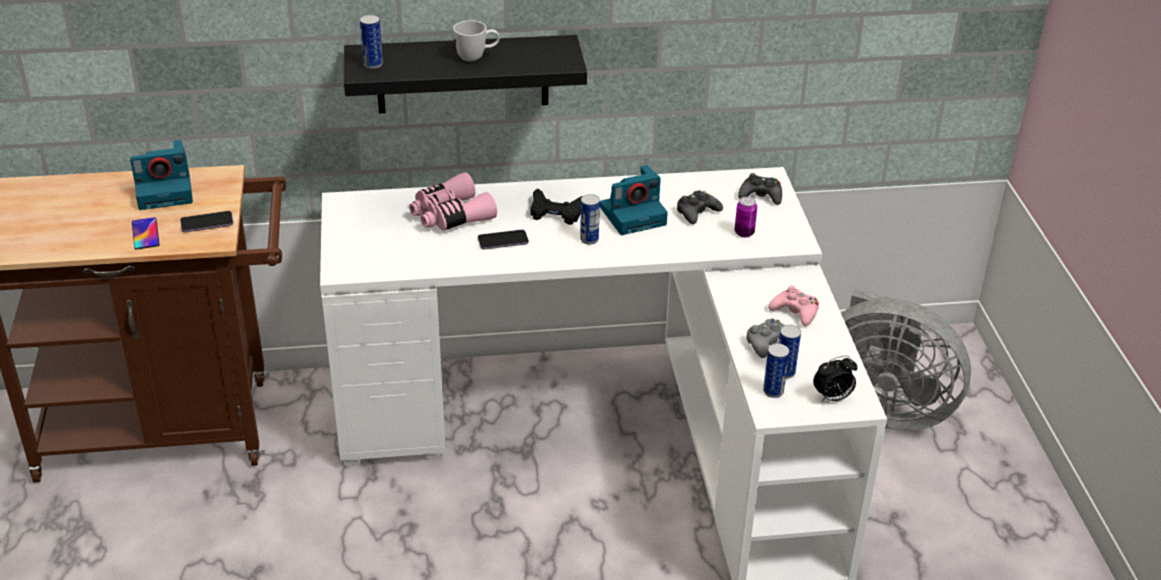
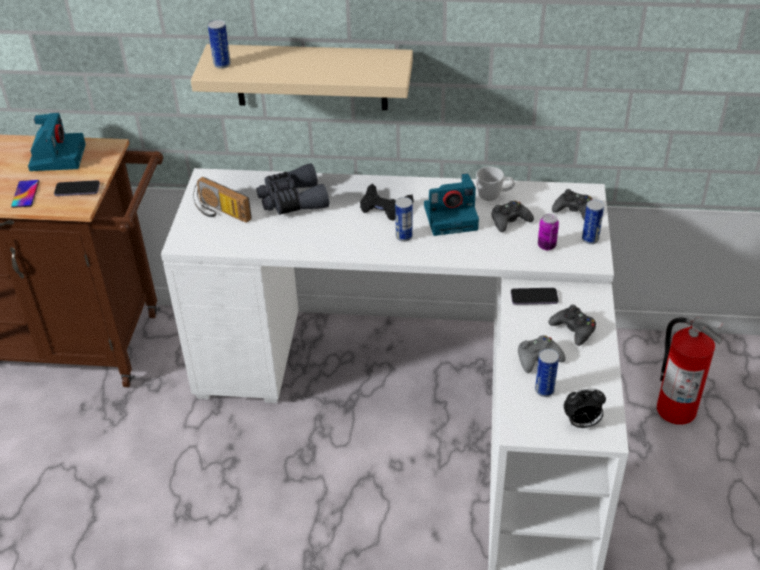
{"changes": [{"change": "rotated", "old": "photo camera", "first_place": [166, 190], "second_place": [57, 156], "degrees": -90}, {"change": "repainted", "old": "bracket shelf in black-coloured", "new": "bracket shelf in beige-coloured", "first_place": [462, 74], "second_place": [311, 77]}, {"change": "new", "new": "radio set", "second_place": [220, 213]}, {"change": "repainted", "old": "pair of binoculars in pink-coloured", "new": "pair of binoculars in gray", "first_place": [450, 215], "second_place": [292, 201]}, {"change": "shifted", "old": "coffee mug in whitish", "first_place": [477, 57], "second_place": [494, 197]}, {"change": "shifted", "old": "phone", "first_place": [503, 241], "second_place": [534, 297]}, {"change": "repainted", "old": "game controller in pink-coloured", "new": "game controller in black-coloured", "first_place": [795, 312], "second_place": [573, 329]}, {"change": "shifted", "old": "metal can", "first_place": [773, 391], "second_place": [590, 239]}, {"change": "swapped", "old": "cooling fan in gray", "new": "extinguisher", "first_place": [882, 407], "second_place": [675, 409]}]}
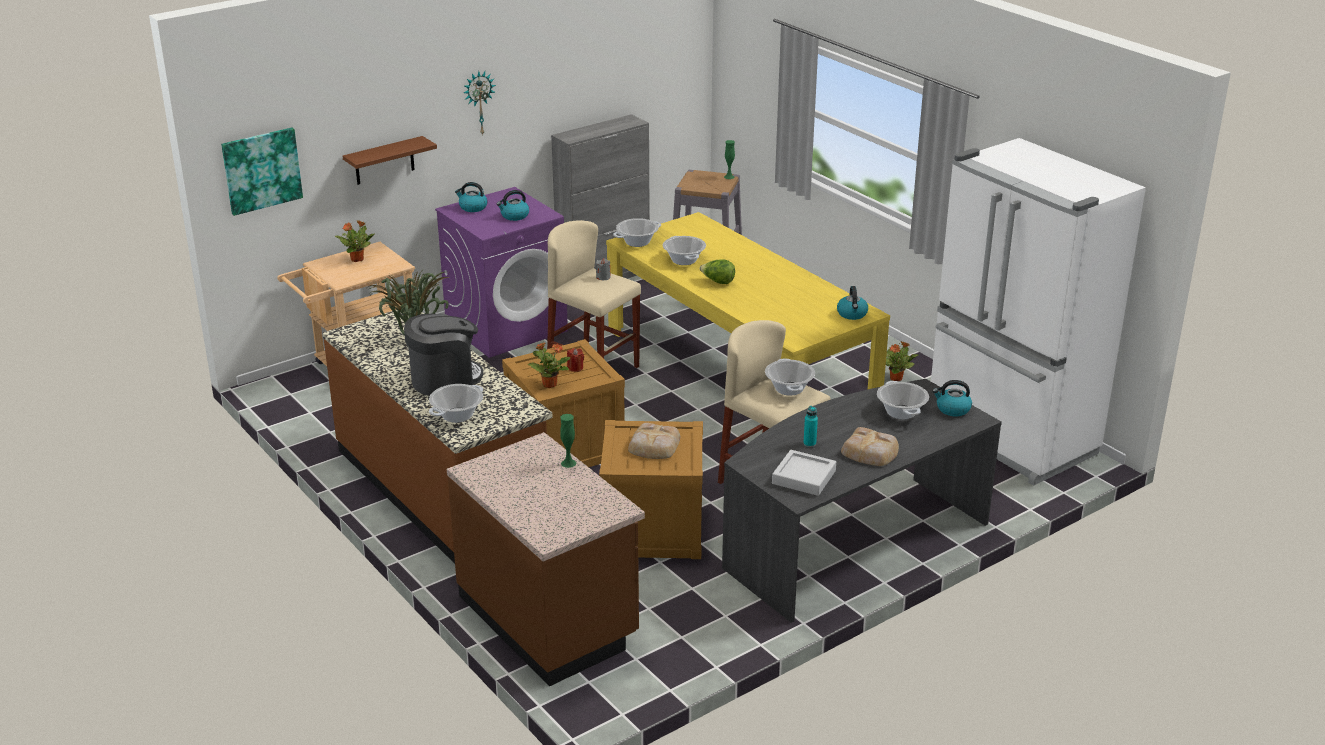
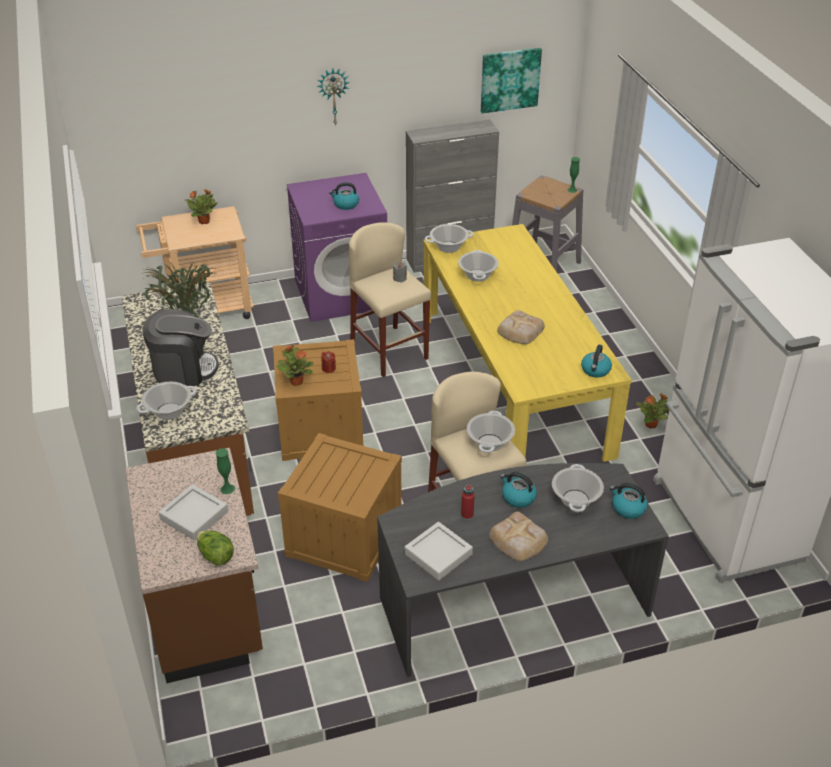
{"changes": [{"change": "new", "new": "tray in gray", "second_place": [194, 516]}, {"change": "shifted", "old": "lettuce", "first_place": [718, 282], "second_place": [215, 556]}, {"change": "repainted", "old": "bottle in turquoise", "new": "bottle in red-coloured", "first_place": [809, 444], "second_place": [467, 515]}, {"change": "shifted", "old": "wall picture", "first_place": [261, 170], "second_place": [509, 79]}, {"change": "shifted", "old": "bakery bread", "first_place": [653, 446], "second_place": [519, 331]}, {"change": "shifted", "old": "water kettle", "first_place": [472, 207], "second_place": [517, 497]}, {"change": "gone", "old": "bracket shelf in brown", "first_place": [384, 161]}]}
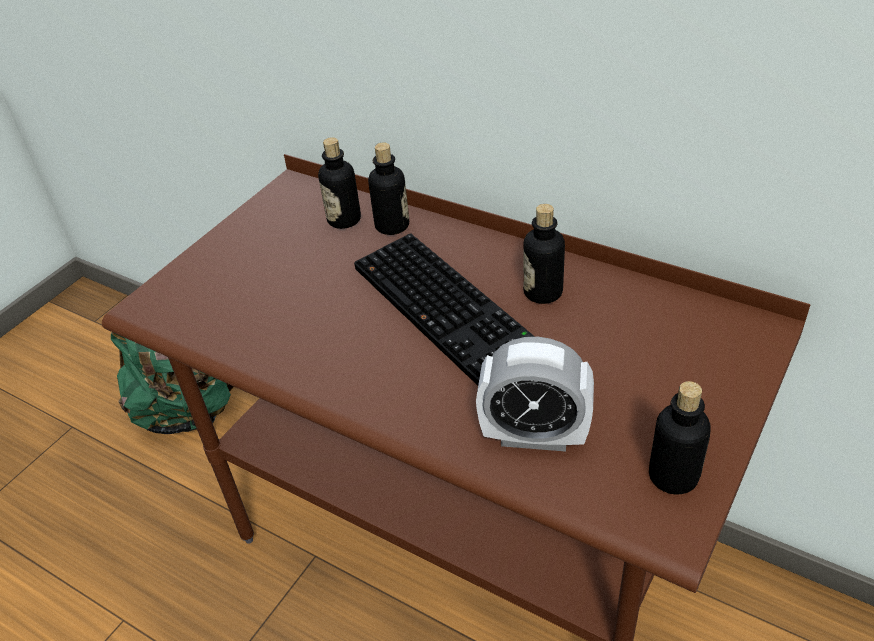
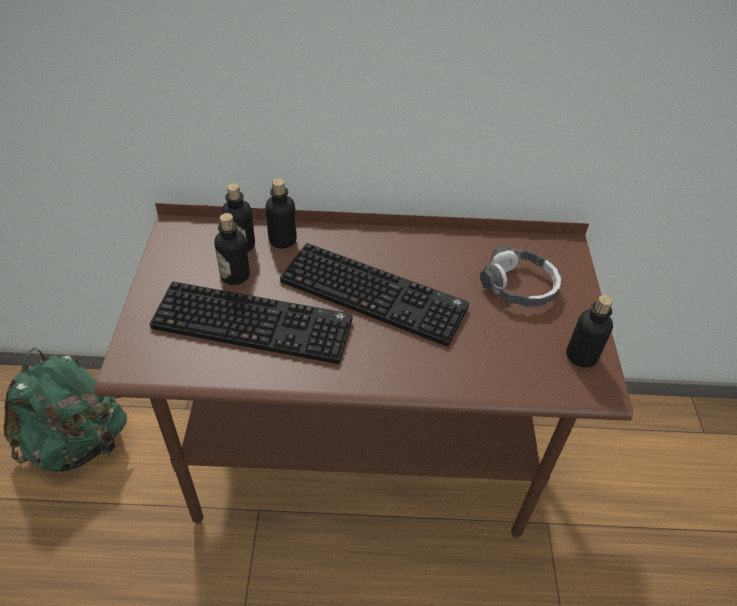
{"changes": [{"change": "new", "new": "computer keyboard", "second_place": [255, 322]}, {"change": "shifted", "old": "bottle", "first_place": [543, 292], "second_place": [235, 275]}, {"change": "new", "new": "headphones", "second_place": [519, 286]}, {"change": "gone", "old": "alarm clock", "first_place": [534, 436]}]}
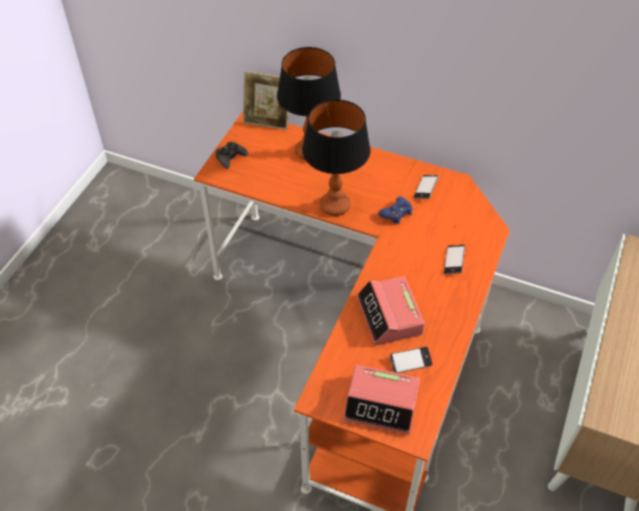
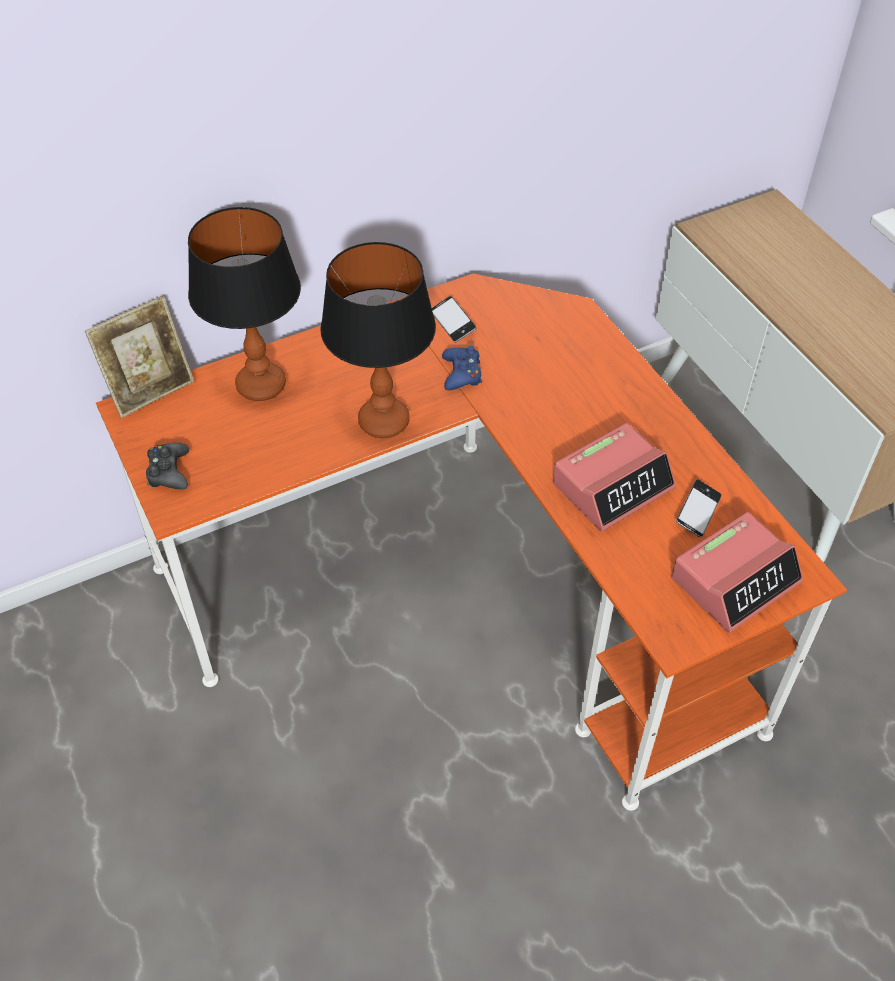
{"changes": [{"change": "rotated", "old": "alarm clock", "first_place": [389, 316], "second_place": [613, 485], "degrees": -60}, {"change": "gone", "old": "phone", "first_place": [454, 261]}]}
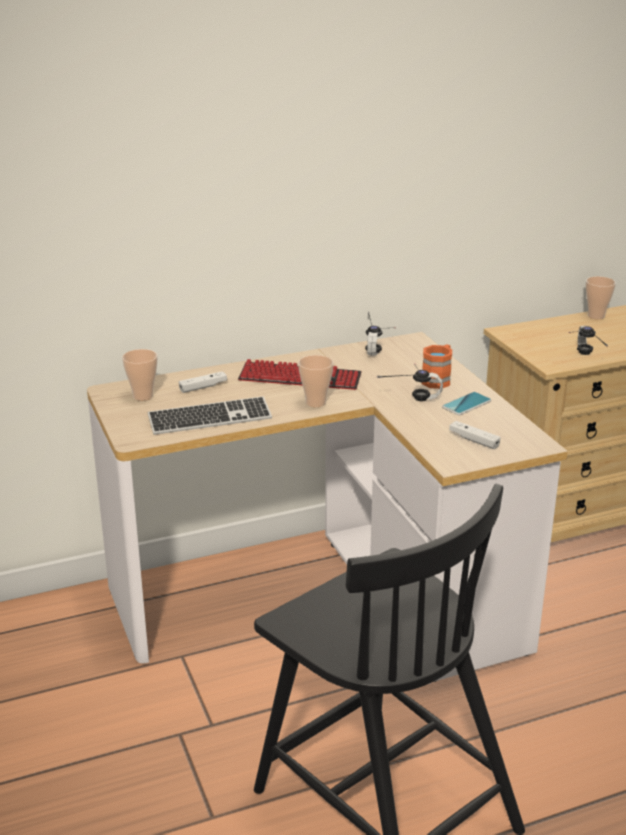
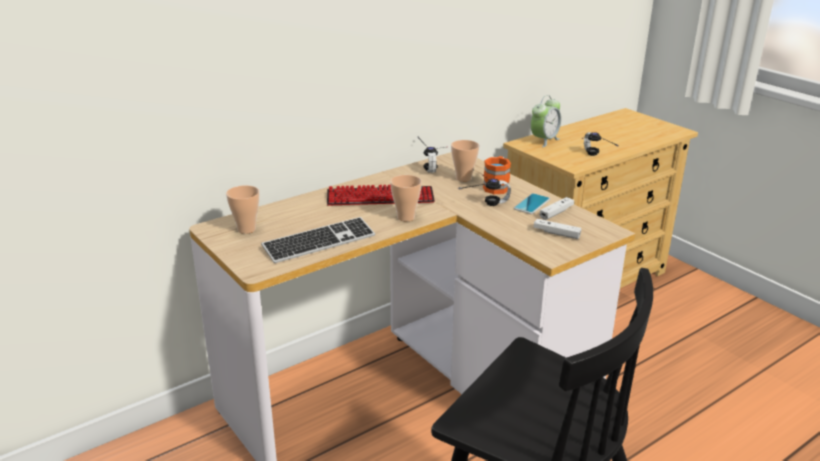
{"changes": [{"change": "shifted", "old": "cup", "first_place": [596, 316], "second_place": [463, 178]}, {"change": "new", "new": "alarm clock", "second_place": [544, 140]}, {"change": "shifted", "old": "game controller in whitish", "first_place": [203, 387], "second_place": [556, 213]}]}
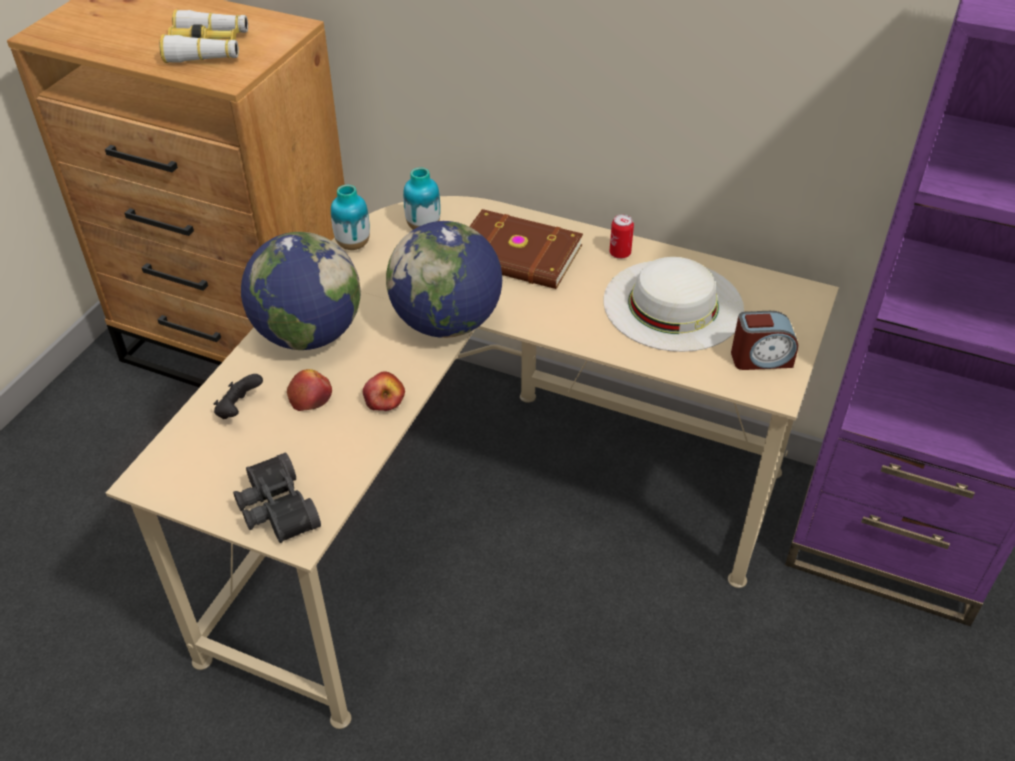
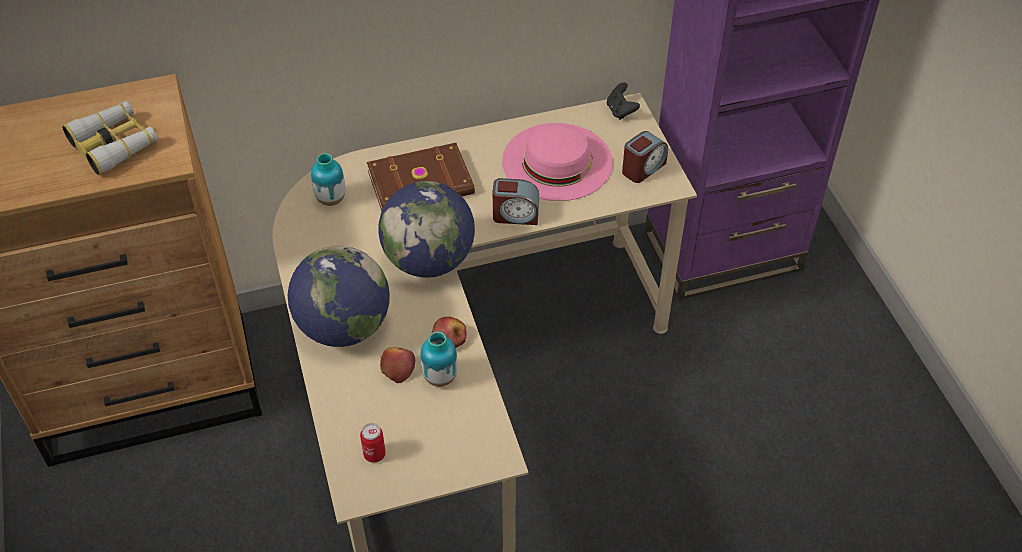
{"changes": [{"change": "shifted", "old": "metal can", "first_place": [620, 253], "second_place": [374, 454]}, {"change": "shifted", "old": "decorative vase", "first_place": [353, 245], "second_place": [440, 377]}, {"change": "new", "new": "alarm clock", "second_place": [515, 215]}, {"change": "repainted", "old": "wearable hat in whitish", "new": "wearable hat in pink-coloured", "first_place": [673, 304], "second_place": [557, 161]}, {"change": "shifted", "old": "game controller in black-coloured", "first_place": [239, 410], "second_place": [620, 111]}, {"change": "gone", "old": "pair of binoculars in black-coloured", "first_place": [275, 510]}]}
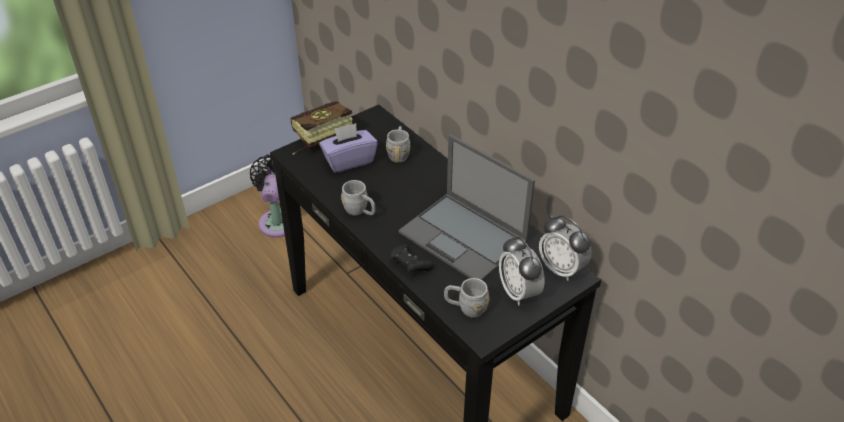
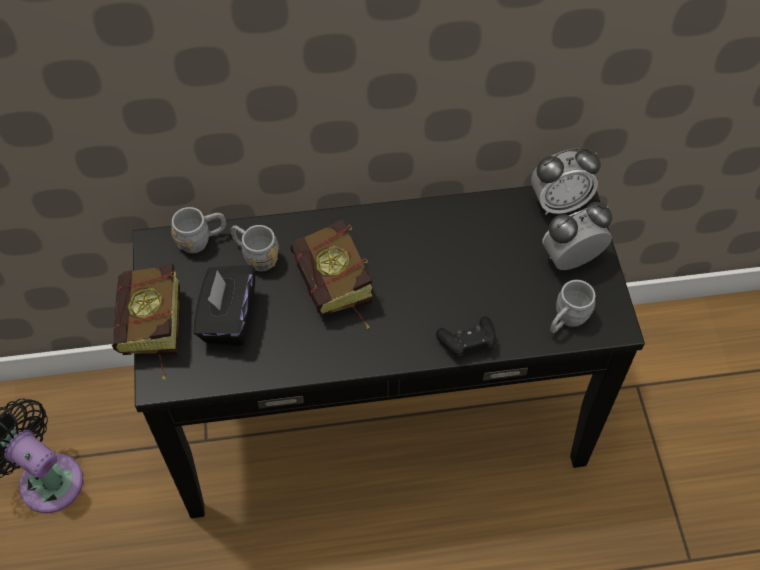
{"changes": [{"change": "shifted", "old": "coffee mug in gray", "first_place": [360, 211], "second_place": [202, 240]}, {"change": "repainted", "old": "box of tissues in purplish", "new": "box of tissues in black-coloured", "first_place": [349, 160], "second_place": [228, 318]}, {"change": "new", "new": "bound book", "second_place": [336, 292]}, {"change": "rotated", "old": "alarm clock", "first_place": [519, 292], "second_place": [571, 259], "degrees": 150}, {"change": "gone", "old": "laptop", "first_place": [464, 237]}]}
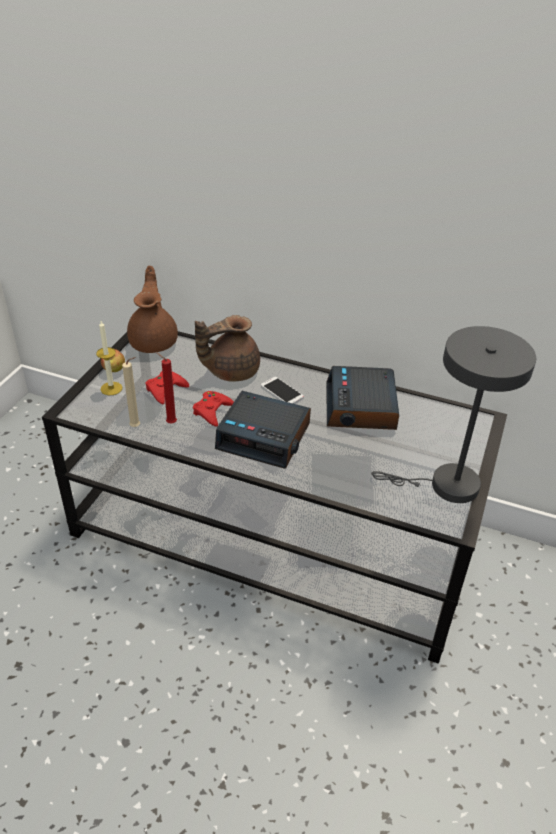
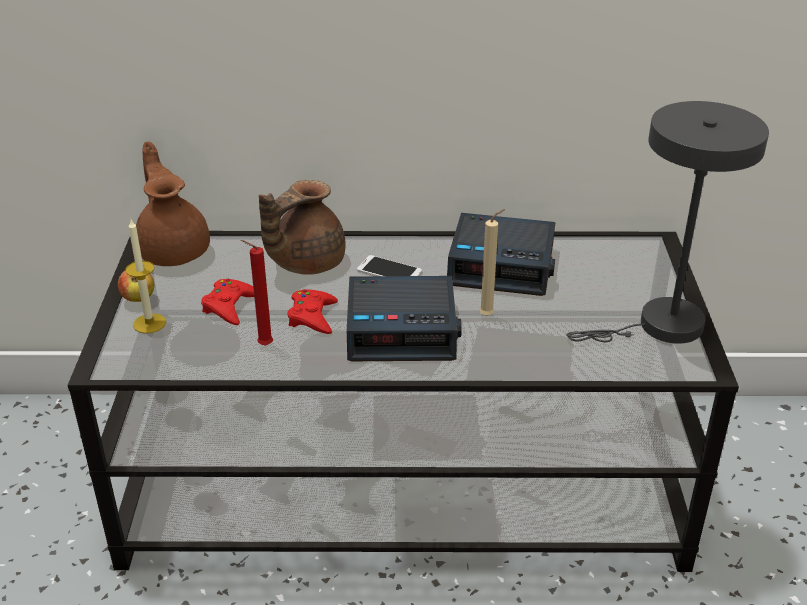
{"changes": [{"change": "rotated", "old": "alarm clock", "first_place": [361, 407], "second_place": [502, 265], "degrees": -60}, {"change": "shifted", "old": "wax candle in beige-coloured", "first_place": [137, 427], "second_place": [488, 315]}]}
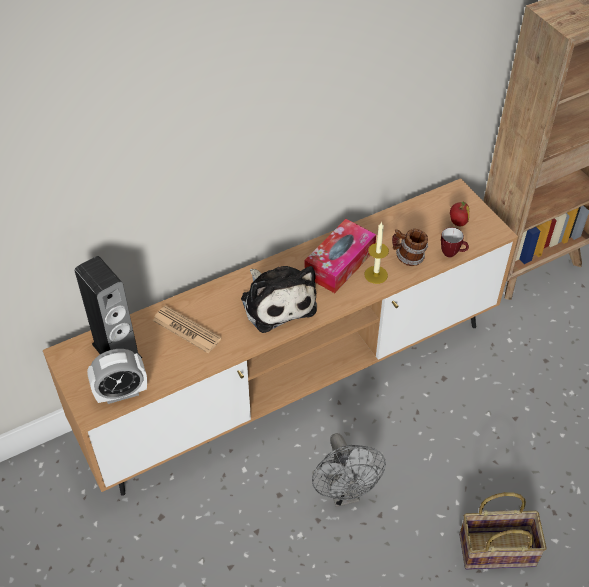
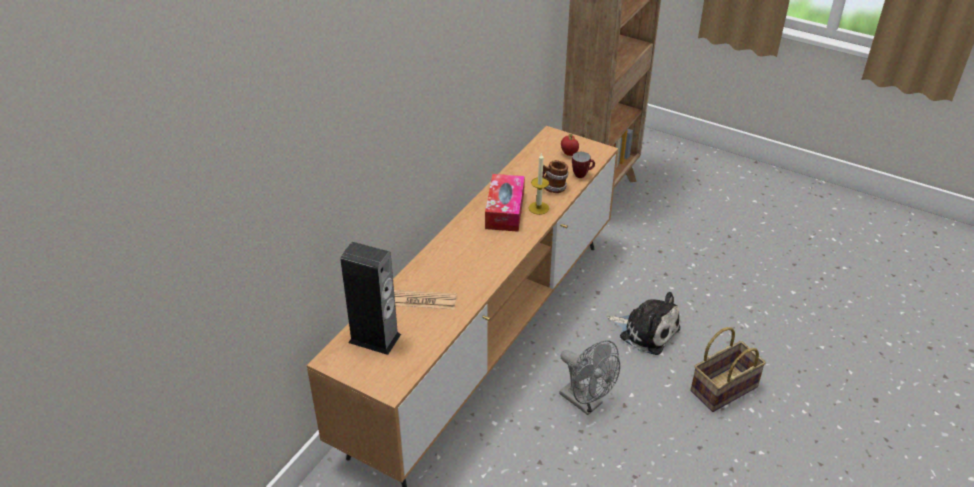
{"changes": [{"change": "shifted", "old": "cuddly toy", "first_place": [277, 301], "second_place": [646, 331]}, {"change": "gone", "old": "alarm clock", "first_place": [121, 393]}]}
